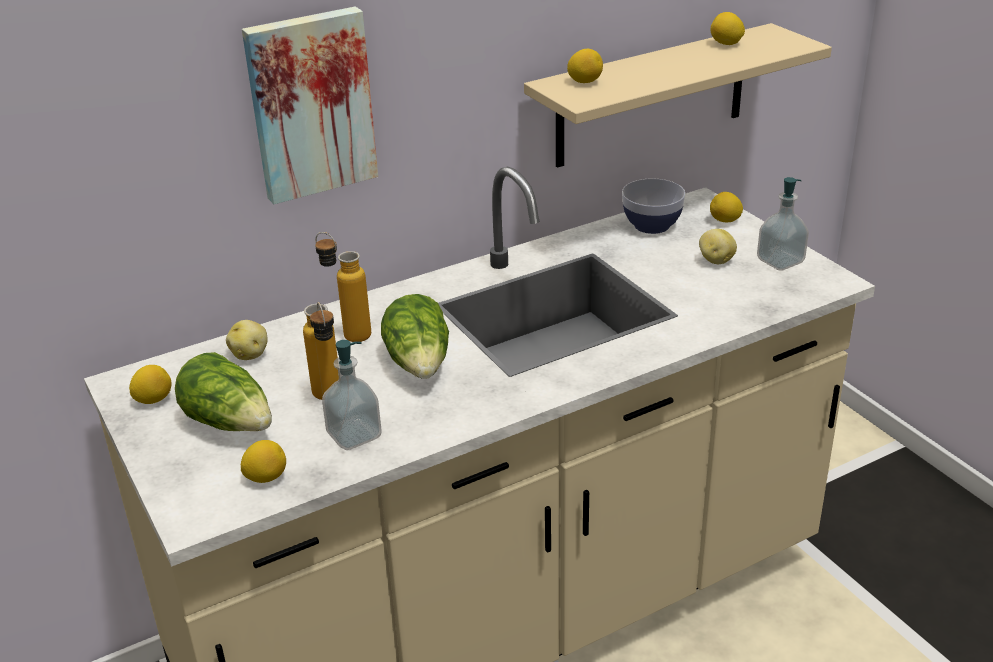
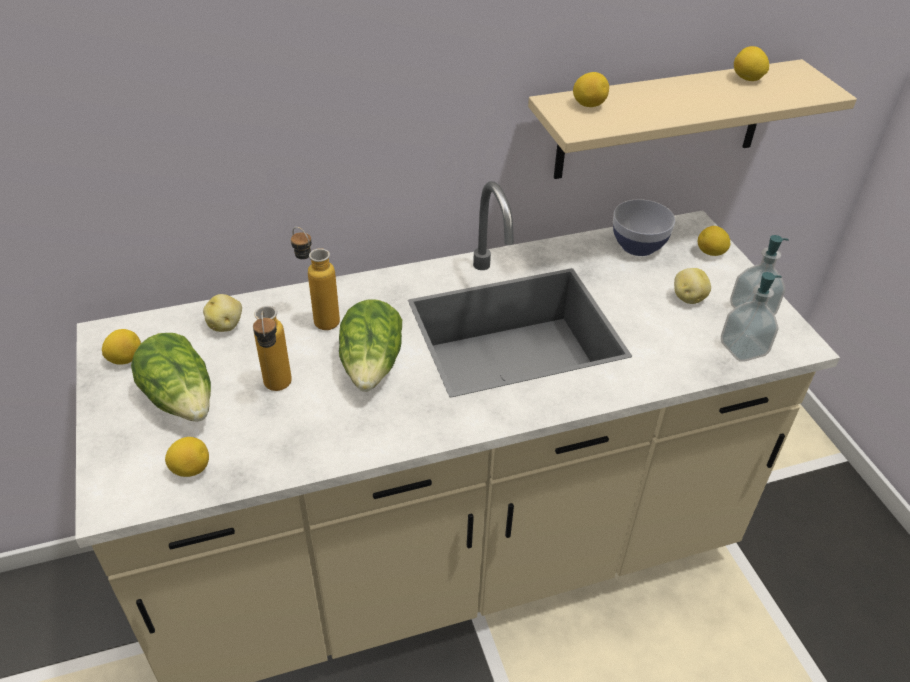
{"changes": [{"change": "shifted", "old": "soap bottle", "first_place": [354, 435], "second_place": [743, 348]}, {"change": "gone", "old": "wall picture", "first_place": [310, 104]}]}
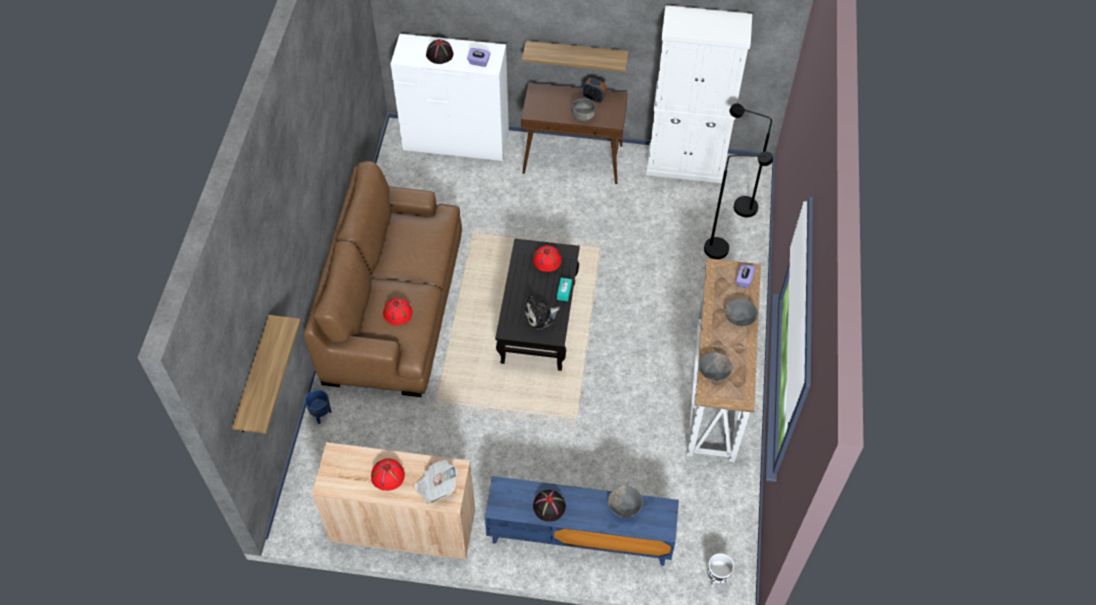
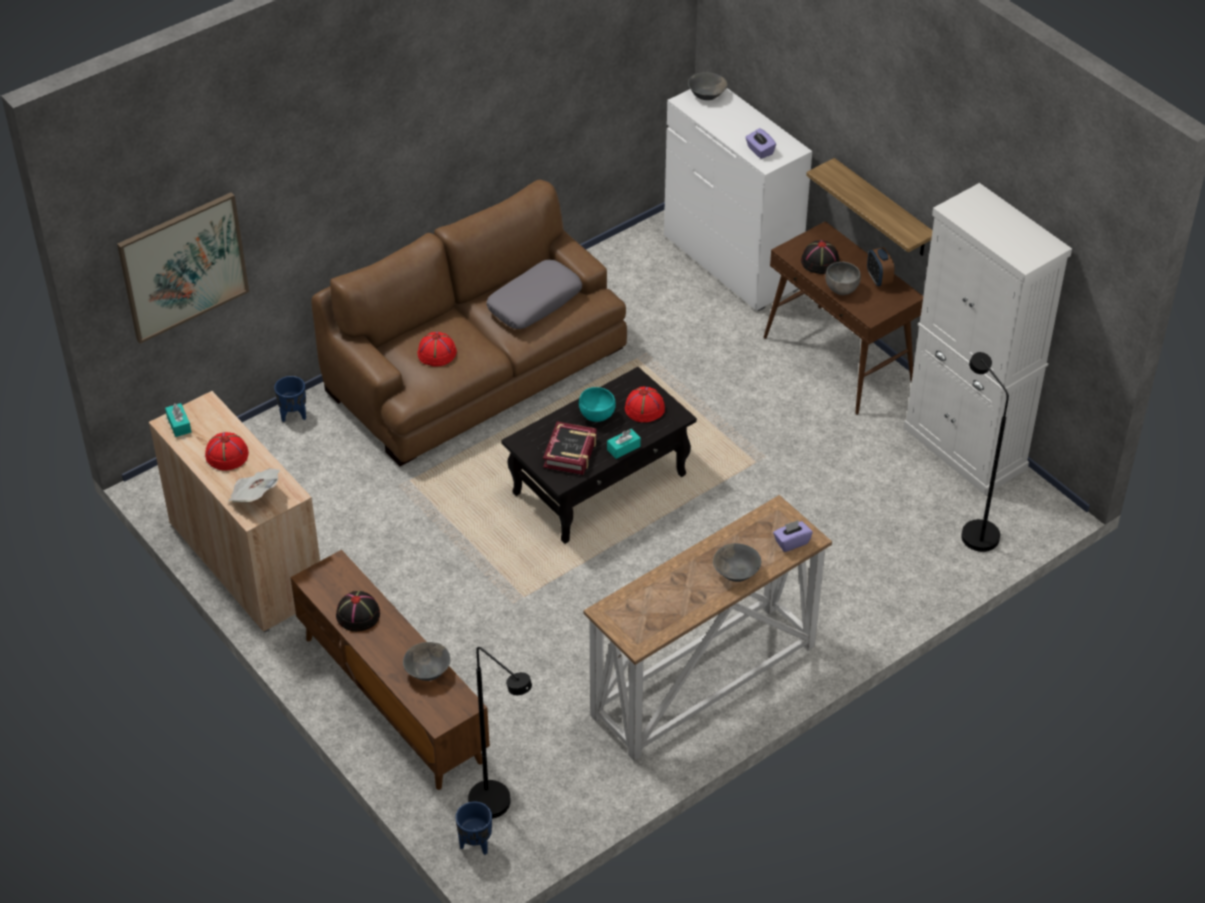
{"changes": [{"change": "swapped", "old": "bracket shelf", "new": "wall picture", "first_place": [254, 377], "second_place": [183, 266]}, {"change": "new", "new": "box of tissues in turquoise", "second_place": [179, 424]}, {"change": "repainted", "old": "tv stand in bluish", "new": "tv stand in brown", "first_place": [579, 536], "second_place": [391, 698]}, {"change": "repainted", "old": "plant pot in whitish", "new": "plant pot in bluish", "first_place": [716, 578], "second_place": [475, 844]}, {"change": "shifted", "old": "floor lamp in black-coloured", "first_place": [723, 248], "second_place": [499, 807]}, {"change": "new", "new": "pillow in gray", "second_place": [534, 302]}, {"change": "swapped", "old": "cuddly toy", "new": "bound book", "first_place": [541, 316], "second_place": [570, 453]}, {"change": "new", "new": "bowl in turquoise", "second_place": [596, 416]}, {"change": "shifted", "old": "bowl in gray", "first_place": [713, 373], "second_place": [706, 95]}, {"change": "shifted", "old": "wearable hat in black-coloured", "first_place": [440, 54], "second_place": [820, 262]}]}
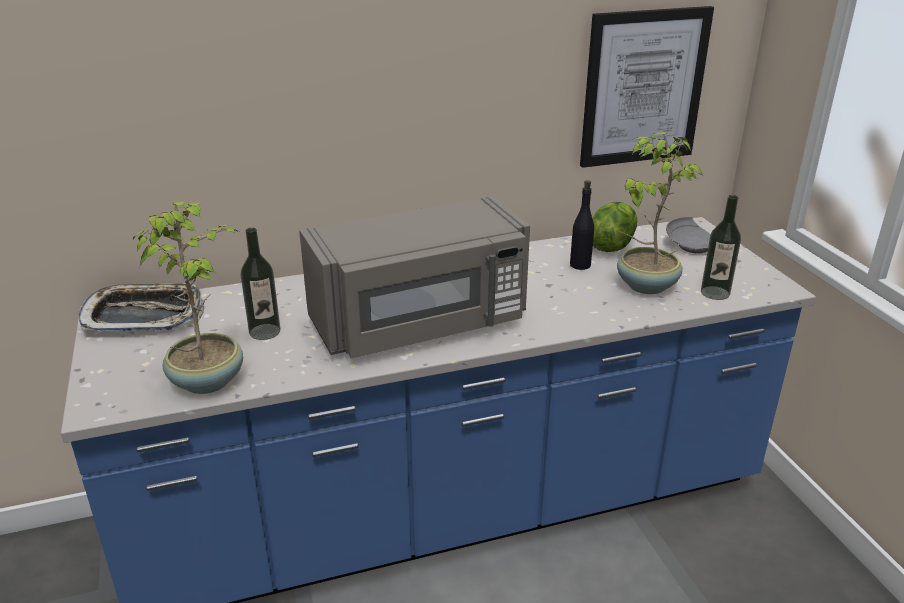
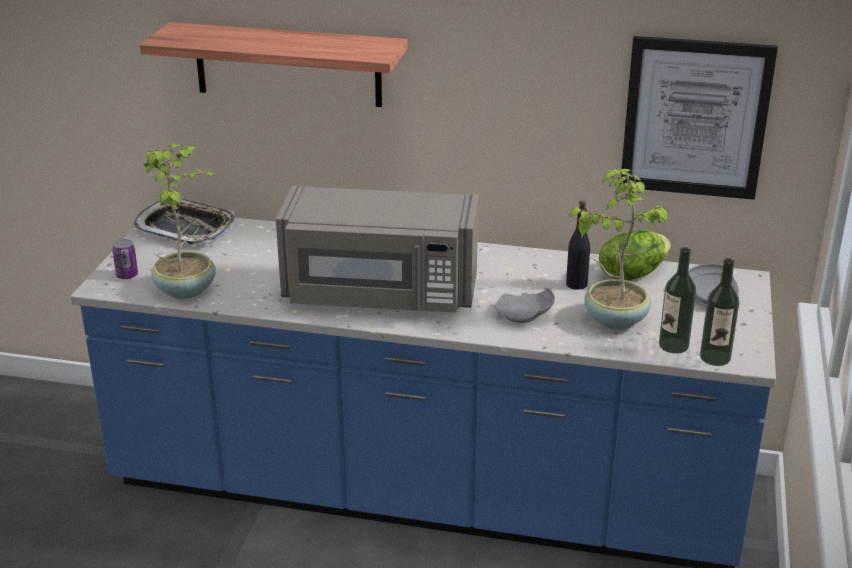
{"changes": [{"change": "new", "new": "metal can", "second_place": [127, 275]}, {"change": "new", "new": "bracket shelf", "second_place": [288, 64]}, {"change": "new", "new": "plate in gray", "second_place": [525, 316]}, {"change": "shifted", "old": "bottle", "first_place": [265, 332], "second_place": [715, 357]}]}
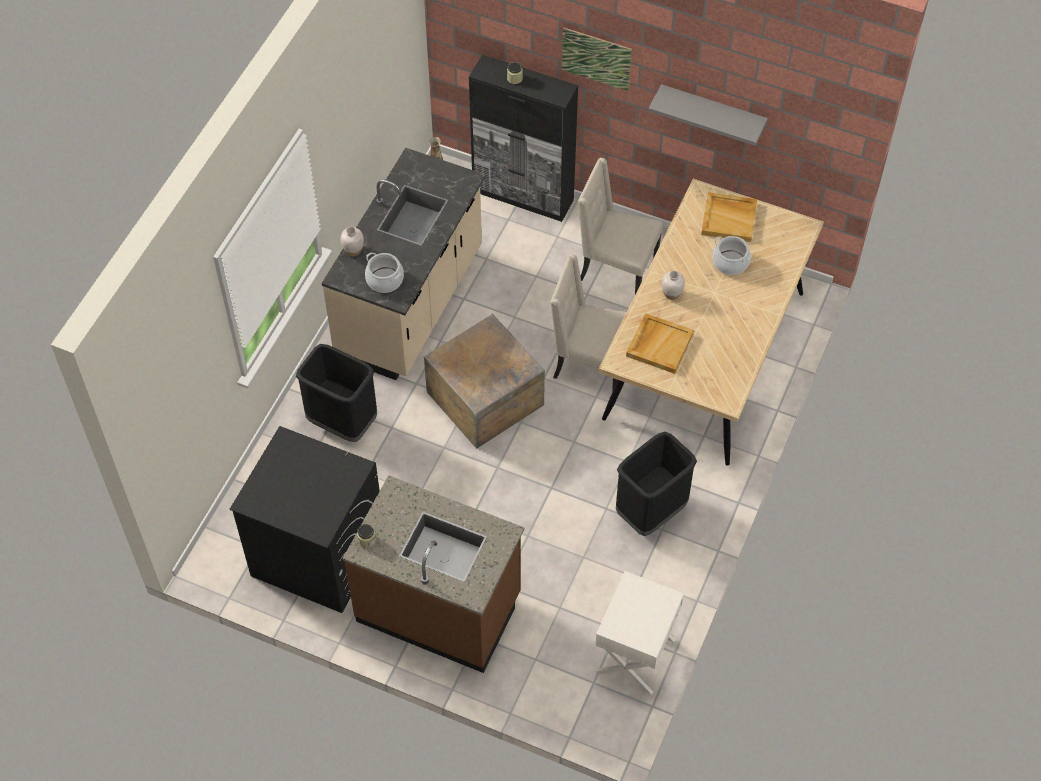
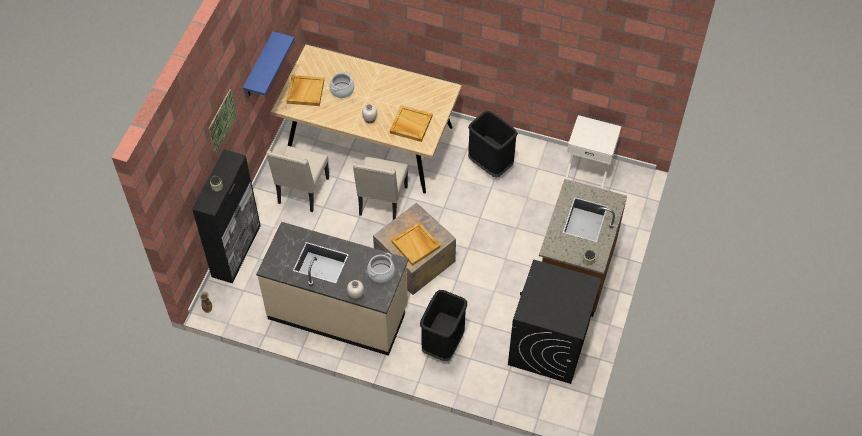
{"changes": [{"change": "repainted", "old": "bracket shelf in gray", "new": "bracket shelf in bluish", "first_place": [712, 112], "second_place": [259, 66]}, {"change": "new", "new": "tray in beige-coloured", "second_place": [416, 245]}]}
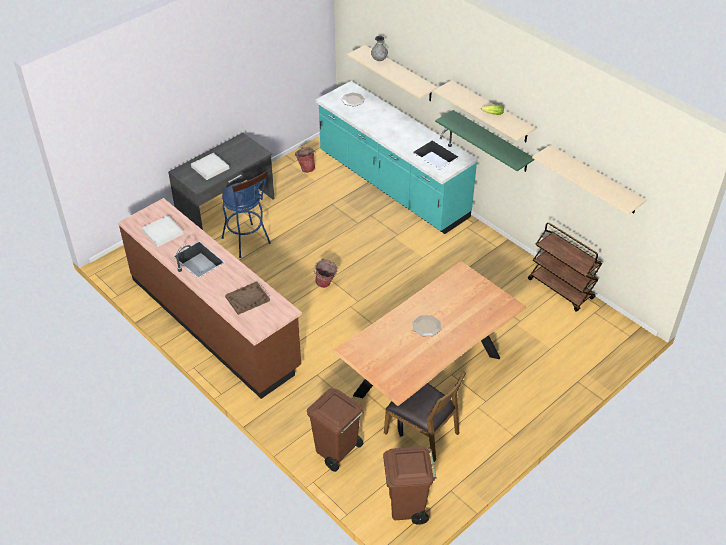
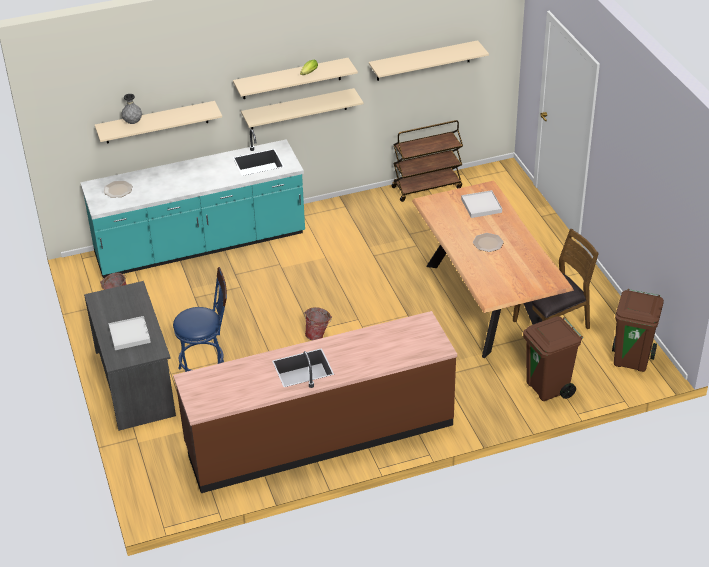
{"changes": [{"change": "repainted", "old": "bracket shelf in greenish", "new": "bracket shelf in beige-coloured", "first_place": [491, 141], "second_place": [298, 109]}, {"change": "shifted", "old": "tray in whitish", "first_place": [163, 232], "second_place": [481, 206]}, {"change": "gone", "old": "tray in brown", "first_place": [247, 299]}]}
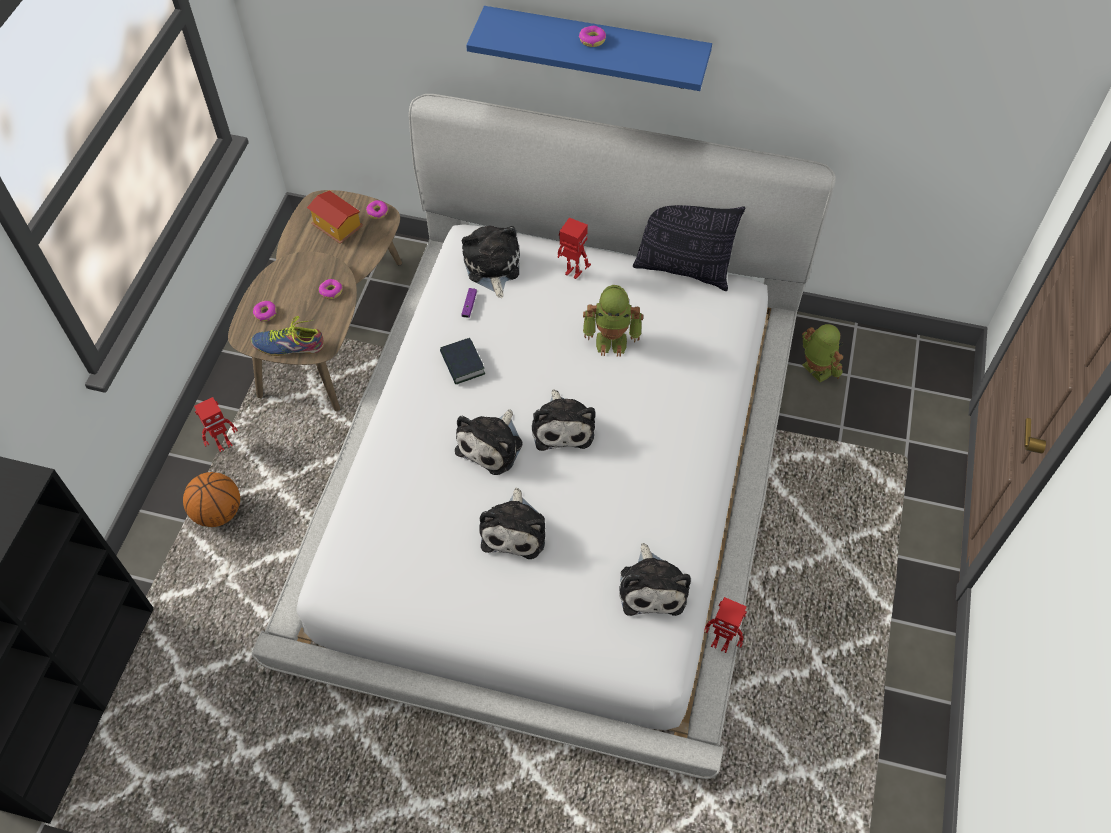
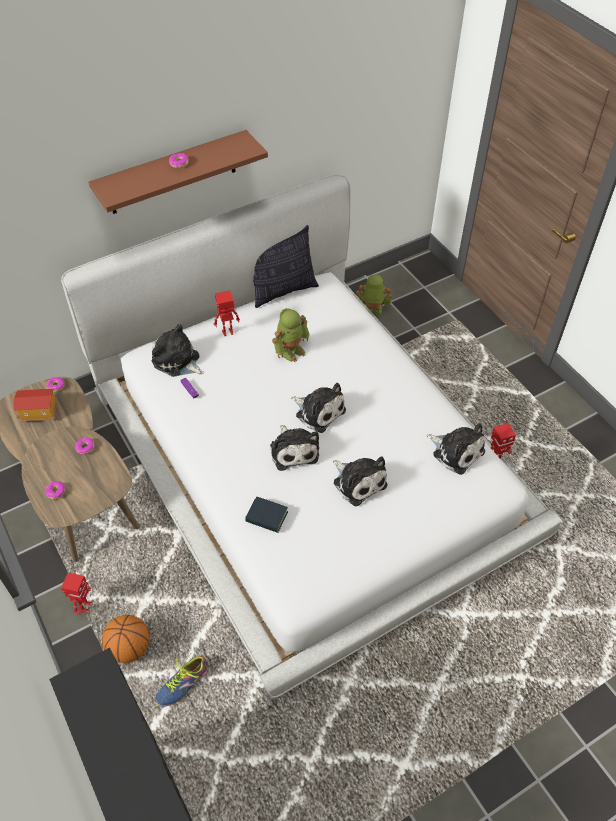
{"changes": [{"change": "repainted", "old": "bracket shelf in bluish", "new": "bracket shelf in brown", "first_place": [595, 48], "second_place": [172, 173]}, {"change": "shifted", "old": "low shoe", "first_place": [289, 346], "second_place": [182, 684]}, {"change": "shifted", "old": "bound book", "first_place": [462, 364], "second_place": [267, 517]}]}
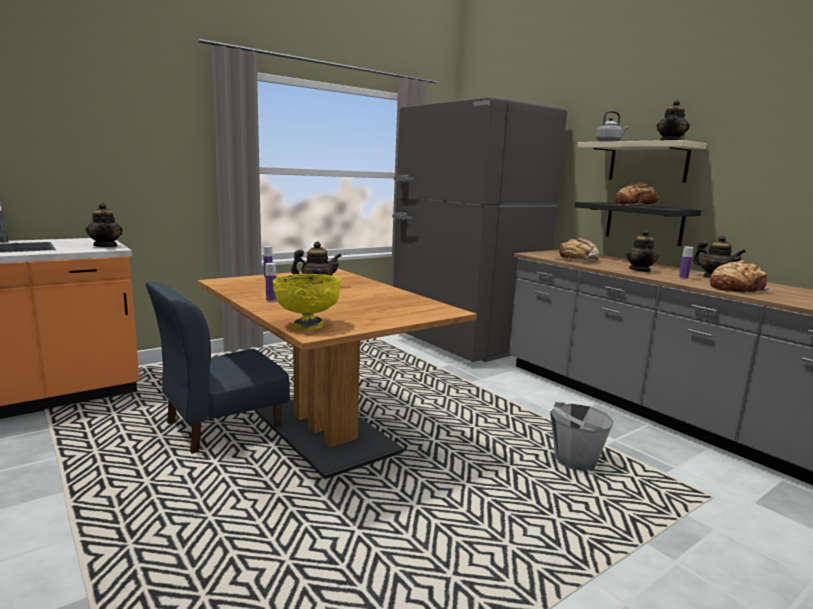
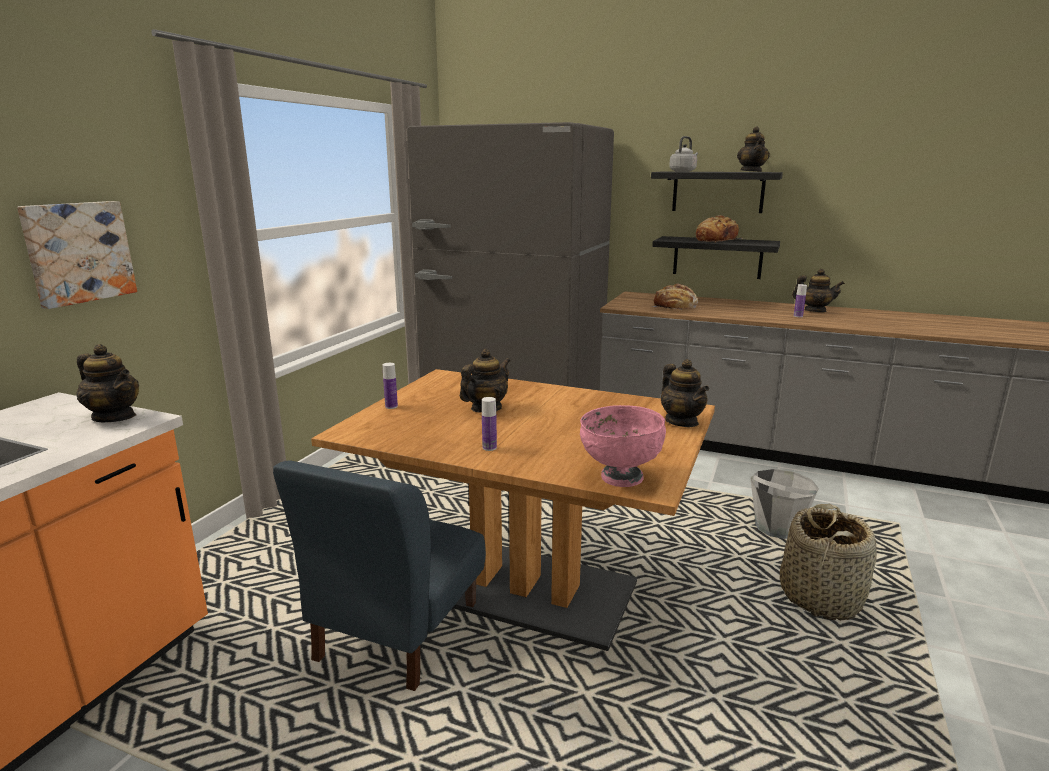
{"changes": [{"change": "new", "new": "wall picture", "second_place": [78, 252]}, {"change": "repainted", "old": "bowl in yellow-coloured", "new": "bowl in pink-coloured", "first_place": [307, 325], "second_place": [620, 477]}, {"change": "repainted", "old": "bracket shelf in beige-coloured", "new": "bracket shelf in black-coloured", "first_place": [648, 162], "second_place": [718, 192]}, {"change": "shifted", "old": "pot for tea", "first_place": [640, 270], "second_place": [682, 421]}, {"change": "new", "new": "basket", "second_place": [821, 597]}, {"change": "gone", "old": "bakery bread", "first_place": [736, 289]}]}
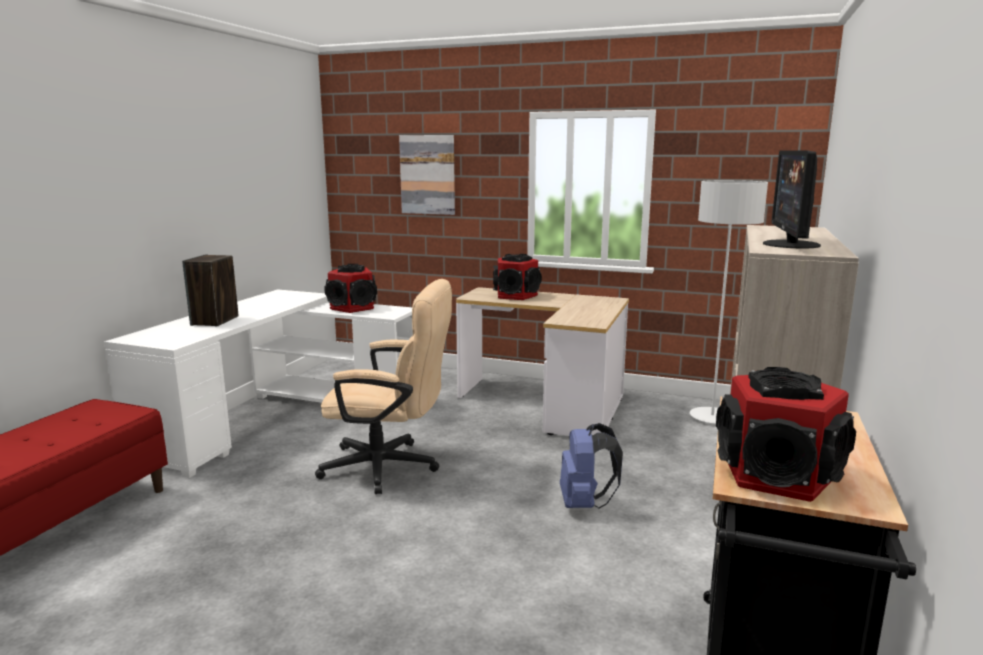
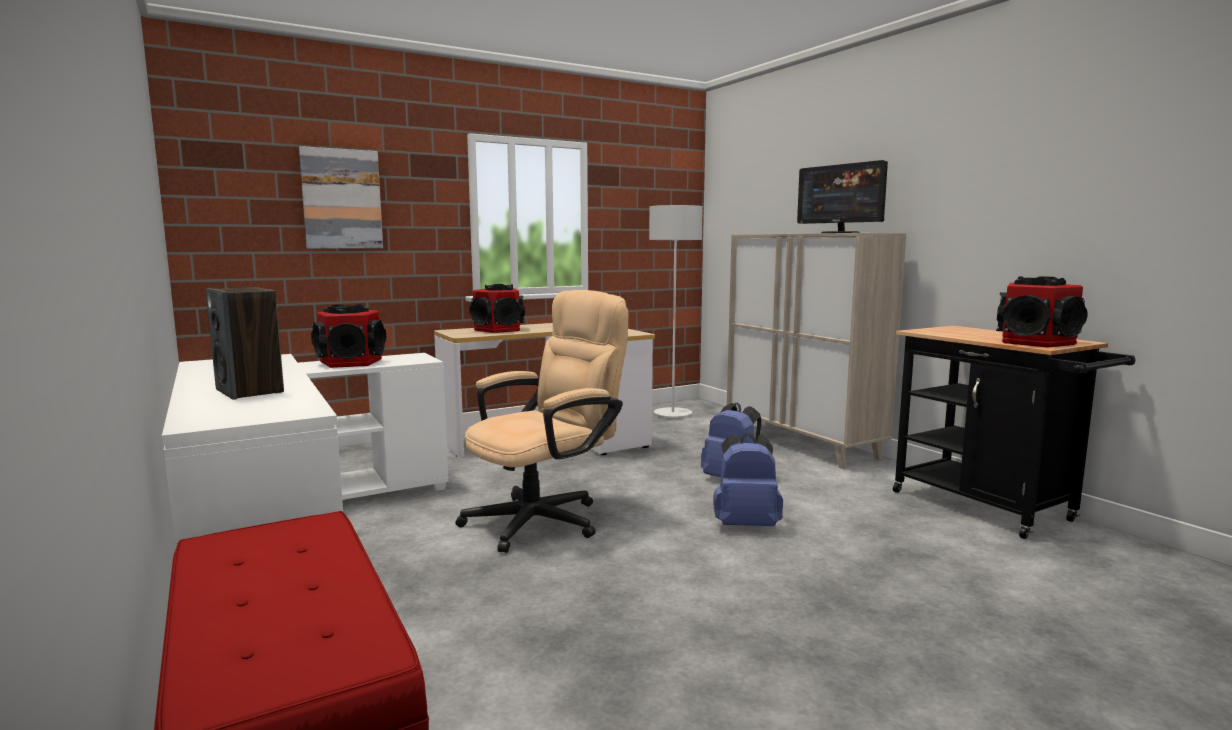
{"changes": [{"change": "new", "new": "rucksack in bluish", "second_place": [746, 524]}]}
